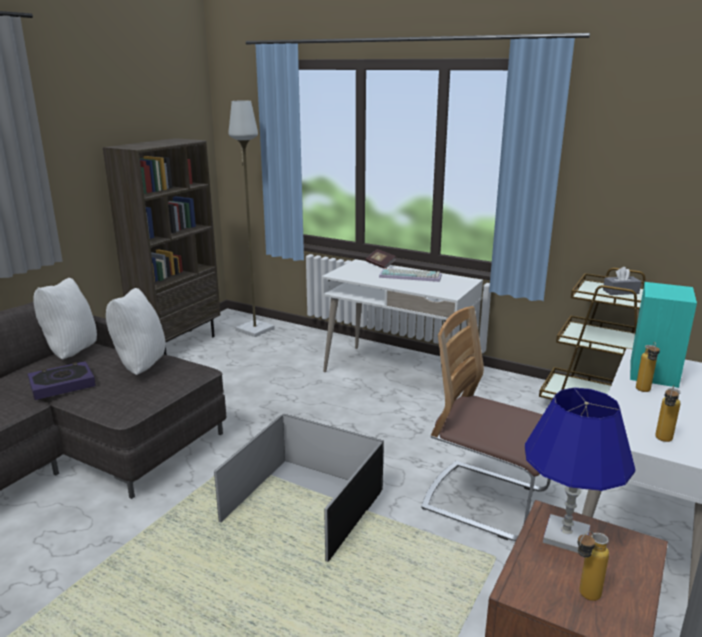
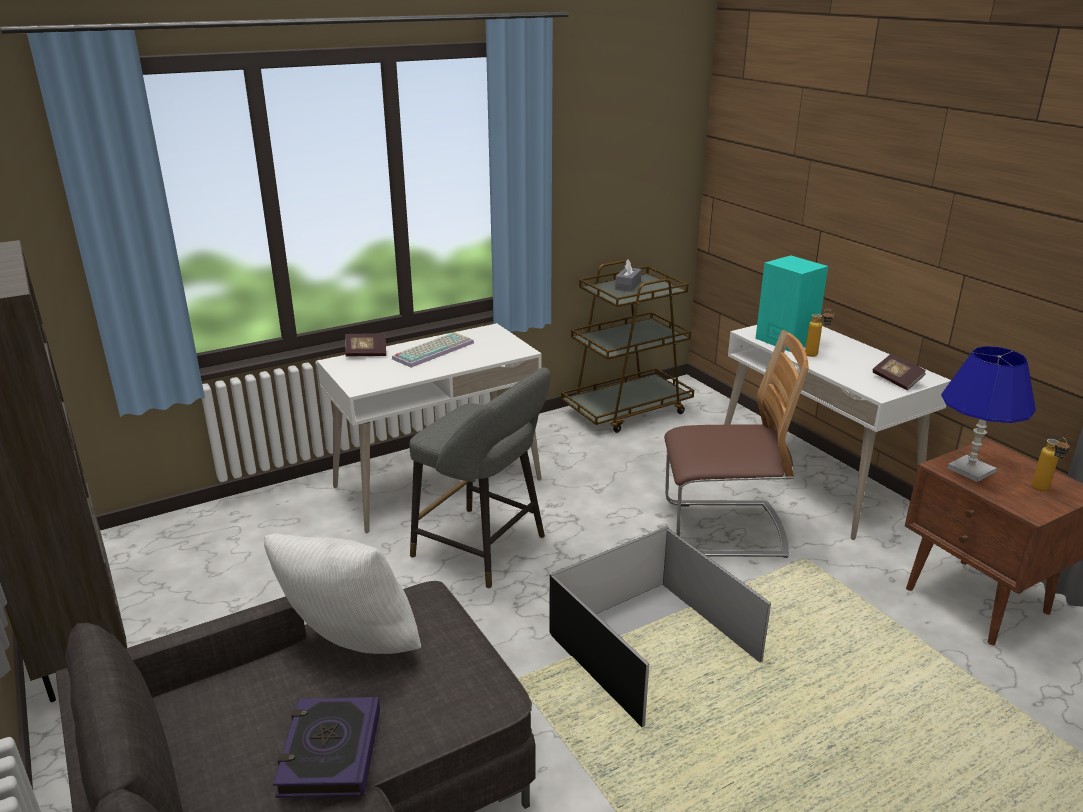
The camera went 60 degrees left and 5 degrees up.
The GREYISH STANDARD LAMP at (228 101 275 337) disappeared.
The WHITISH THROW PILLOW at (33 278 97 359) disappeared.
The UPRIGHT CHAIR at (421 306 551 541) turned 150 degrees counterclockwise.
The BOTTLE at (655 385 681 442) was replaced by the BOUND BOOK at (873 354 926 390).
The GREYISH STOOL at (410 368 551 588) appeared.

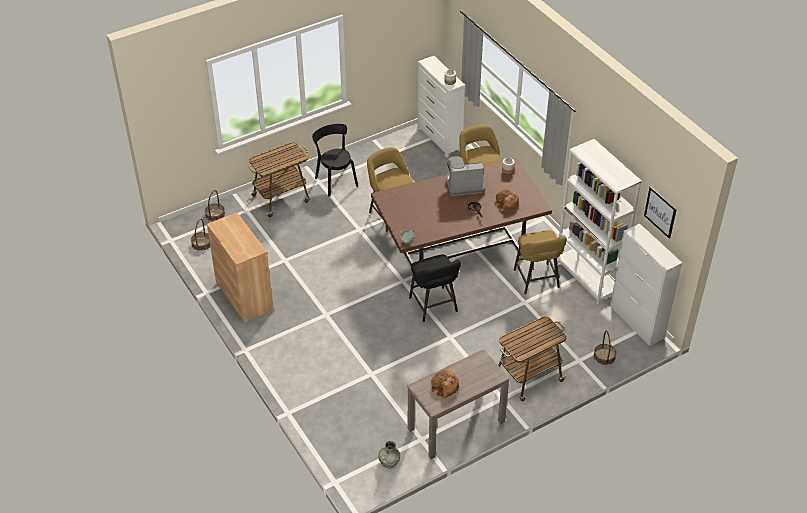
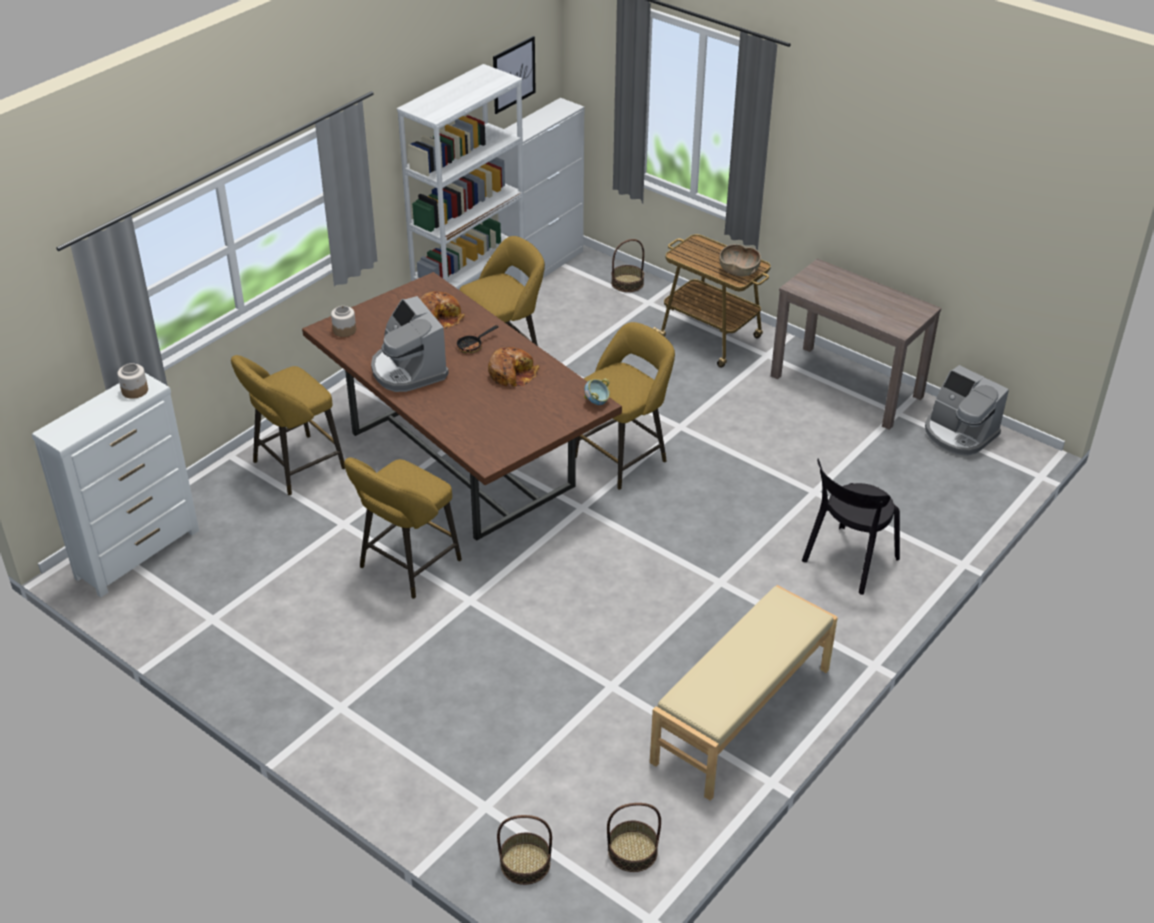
The camera went 110 degrees left and 5 degrees down.
The BLACK-COLOURED UPRIGHT CHAIR moved from (312 124 358 197) to (802 459 900 595).
The TROLLEY at (249 142 310 217) disappeared.
The BROWN STORAGE CABINET at (207 212 274 323) was replaced by the SAND-COLOURED INDOOR BENCH at (650 585 838 801).
The BLACK-COLOURED STOOL at (409 254 461 322) became the YELLOW-COLOURED STOOL at (576 322 675 490).
The BREAD moved from (431 370 460 398) to (488 347 539 387).
The GREYISH FLOWER VASE at (378 441 400 468) was replaced by the COFFEE MAKER at (925 365 1009 456).
The BROWN BOWL at (720 244 761 276) appeared.

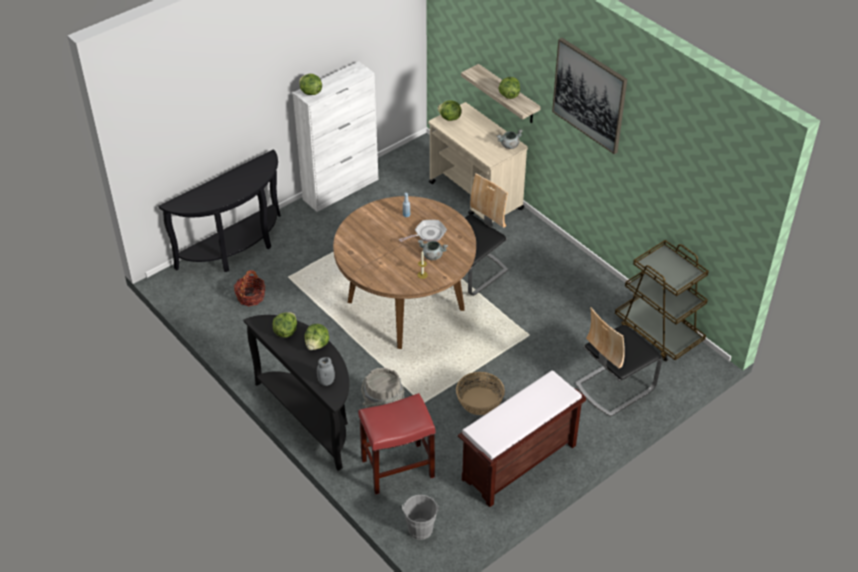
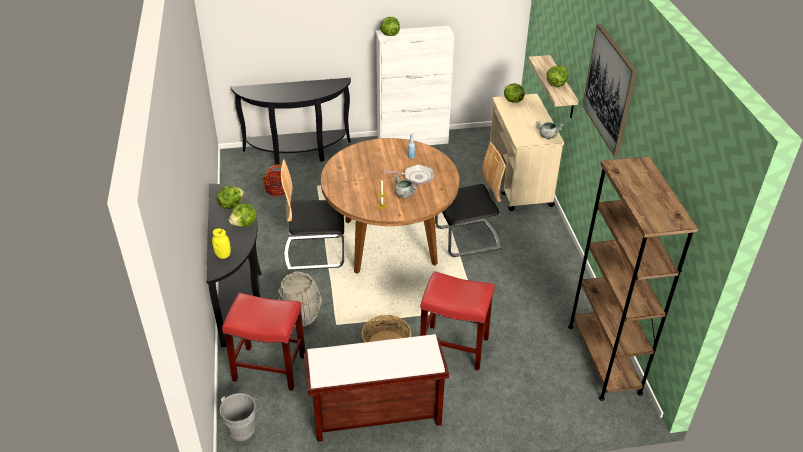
The camera went 30 degrees right and 5 degrees down.
The BROWN TROLLEY at (615 240 709 362) was replaced by the BROWN BOOKSHELF at (568 156 698 401).
The UPRIGHT CHAIR moved from (575 307 662 417) to (281 159 344 271).
The GREYISH PRESERVE JAR at (317 357 335 386) became the YELLOW-COLOURED PRESERVE JAR at (212 228 231 259).
The RED STOOL at (420 271 495 371) appeared.

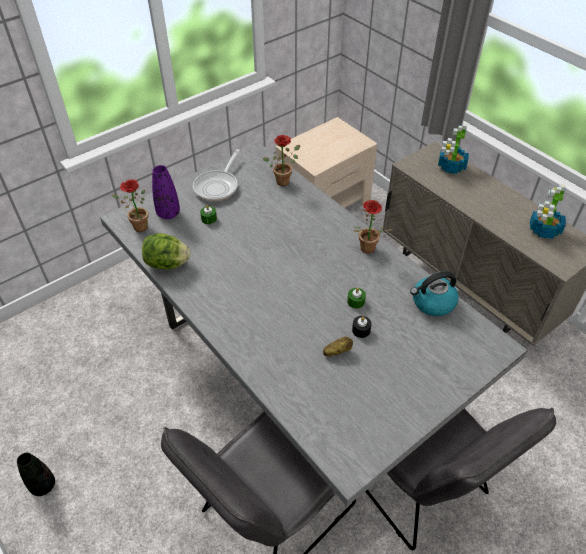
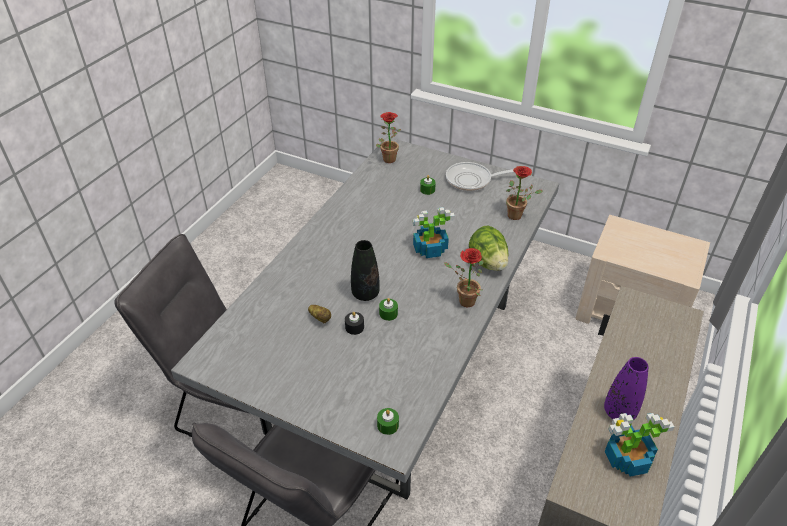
The camera went 65 degrees right and 5 degrees down.
The PLANT IN A POT moved from (438 124 469 174) to (413 207 455 258).
The PURPLE FLOWER VASE moved from (152 165 180 219) to (604 357 648 420).
The HEAD OF LETTUCE moved from (142 233 191 269) to (469 226 508 271).
The WATER KETTLE at (410 271 459 316) disappeared.
The BLACK-COLOURED FLOWER VASE moved from (17 453 55 496) to (351 240 380 301).
The GREEN-COLOURED WAX CANDLE at (377 408 399 435) appeared.

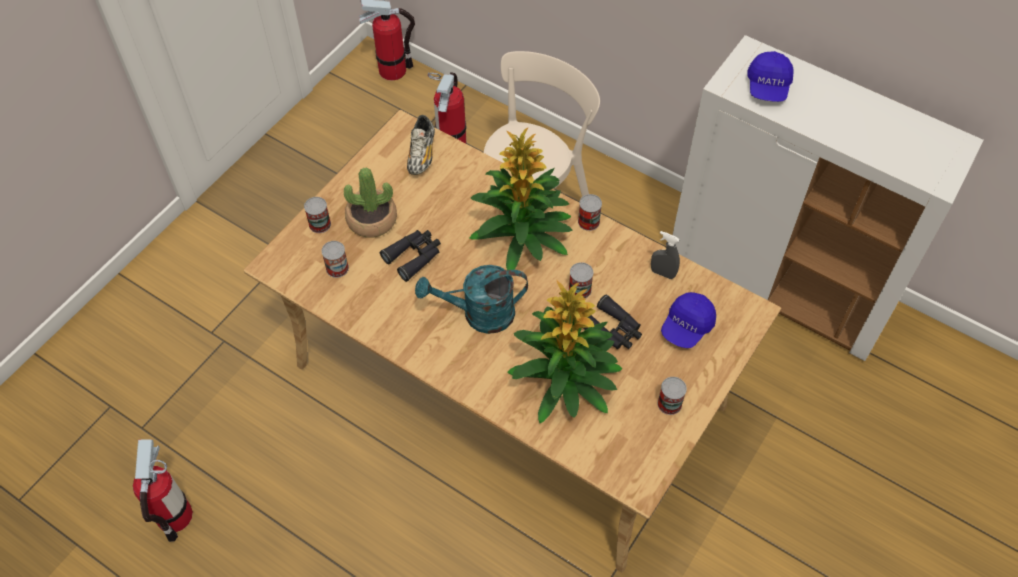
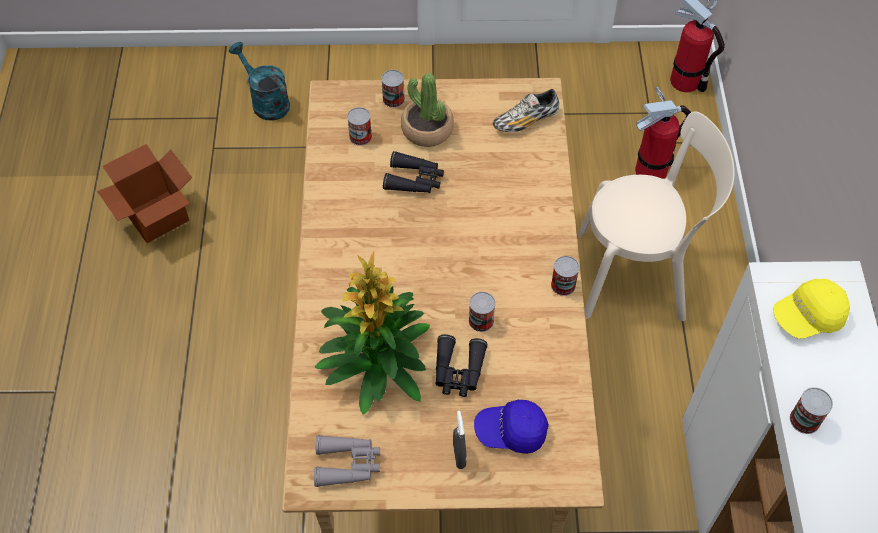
The camera went 55 degrees right and 0 degrees up.
The BLUE BASEBALL CAP at (747 51 793 102) became the YELLOW-COLOURED BASEBALL CAP at (773 279 850 339).
The PLANT IN A POT at (470 128 573 270) disappeared.
The GREYISH SPRAYER moved from (651 231 680 279) to (453 411 467 469).
The TURQUOISE-COLOURED WATERING CAN moved from (415 265 528 334) to (229 42 290 121).
The SEALED CAN moved from (657 377 687 415) to (790 387 833 434).
The EXTINGUISHER at (133 439 193 542) was replaced by the PACKING BOX at (97 144 192 243).
The GREYISH FIELD GLASSES at (314 435 380 487) appeared.

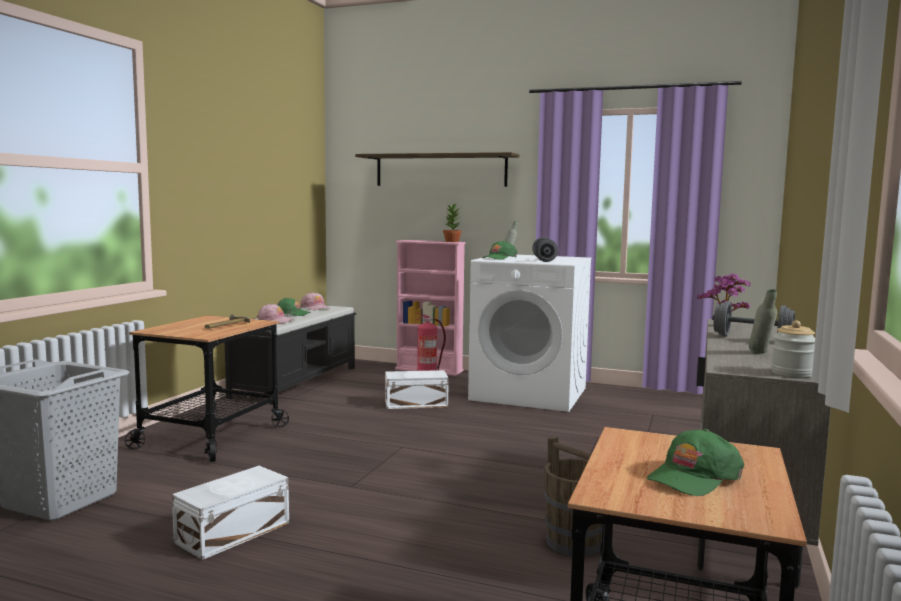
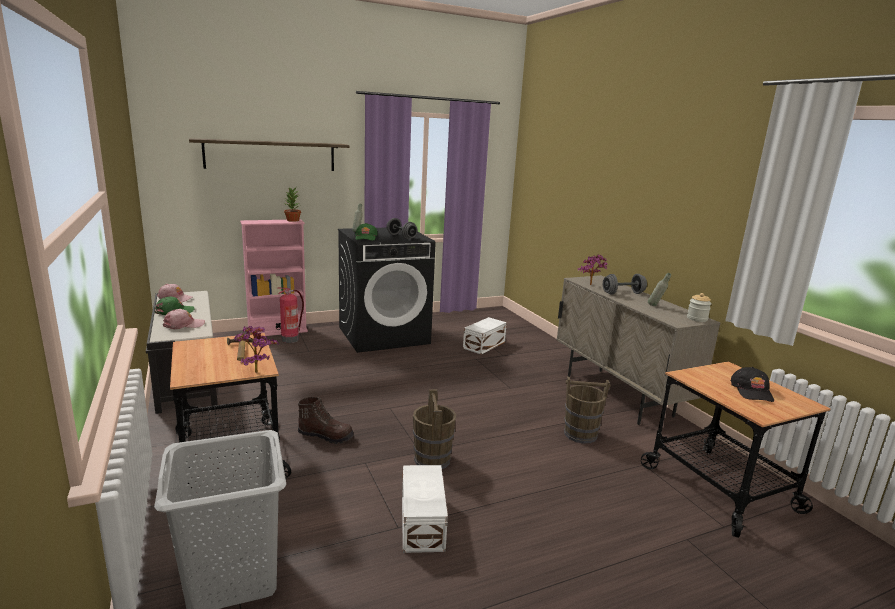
The camera went 45 degrees left and 10 degrees up.
The WHITISH LAUNDRY APPLIANCE at (468 255 592 412) became the BLACK-COLOURED LAUNDRY APPLIANCE at (338 227 436 353).
The WHITISH STORAGE BOX moved from (385 370 449 409) to (463 317 507 355).
The GREEN-COLOURED BASEBALL CAP at (647 429 744 496) became the BLACK-COLOURED BASEBALL CAP at (730 367 774 402).
The PLANT IN A POT at (234 326 279 373) appeared.
The BROWN WATER BUCKET at (413 389 456 469) appeared.
The BROWN TALL BOOT at (298 397 354 444) appeared.

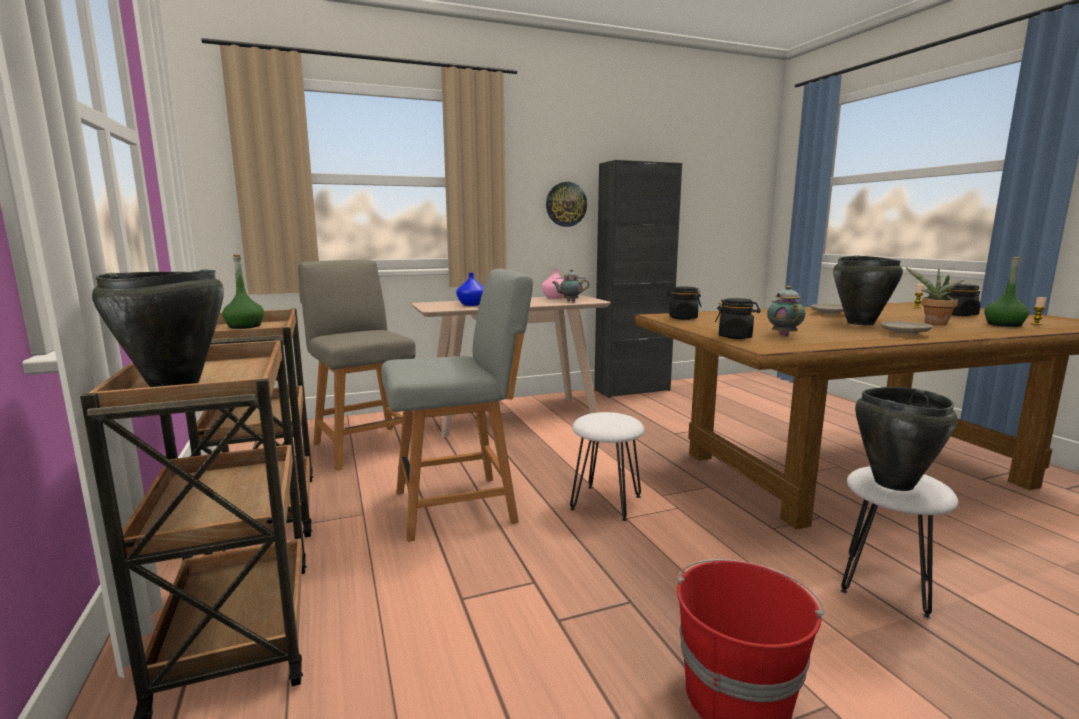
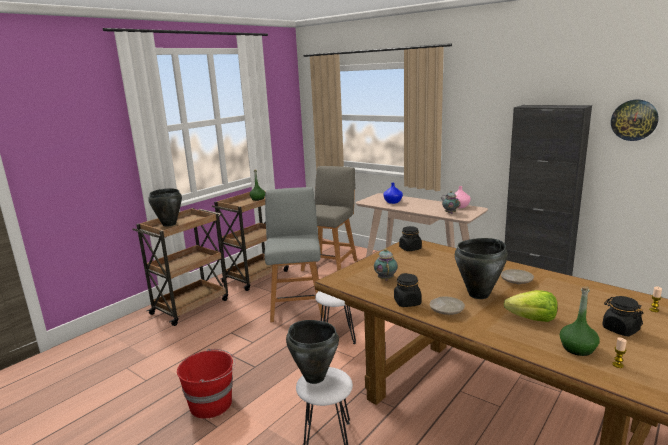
The camera went 60 degrees right and 5 degrees up.
The CLOCK ON THE WALL moved from (546 182 587 227) to (611 100 659 141).
The PLANT IN A POT at (906 268 964 324) was replaced by the HEAD OF LETTUCE at (503 290 558 322).
The GREYISH UPRIGHT CHAIR at (381 269 533 542) turned 135 degrees counterclockwise.
The TEAPOT at (767 286 805 336) turned 60 degrees counterclockwise.
The BLACK-COLOURED PRESERVE JAR moved from (715 298 760 339) to (394 273 422 307).

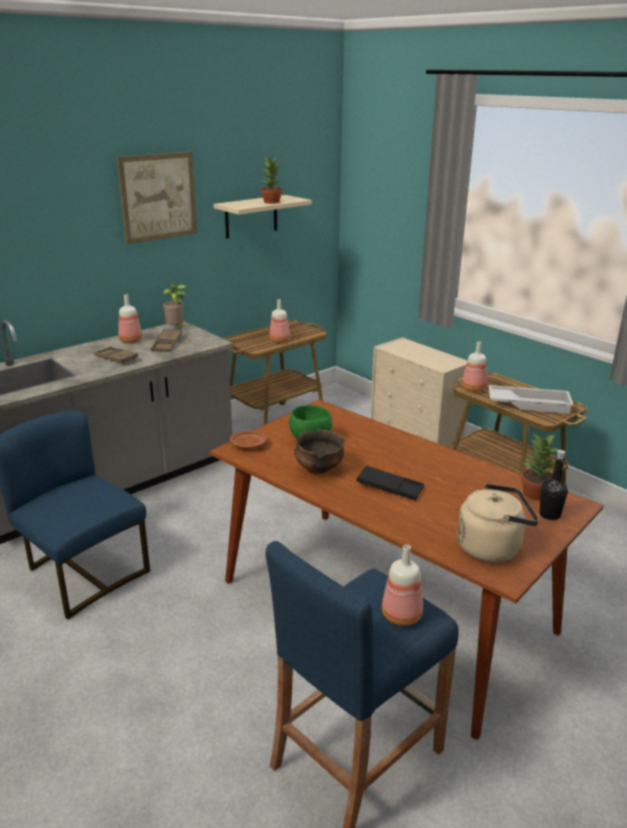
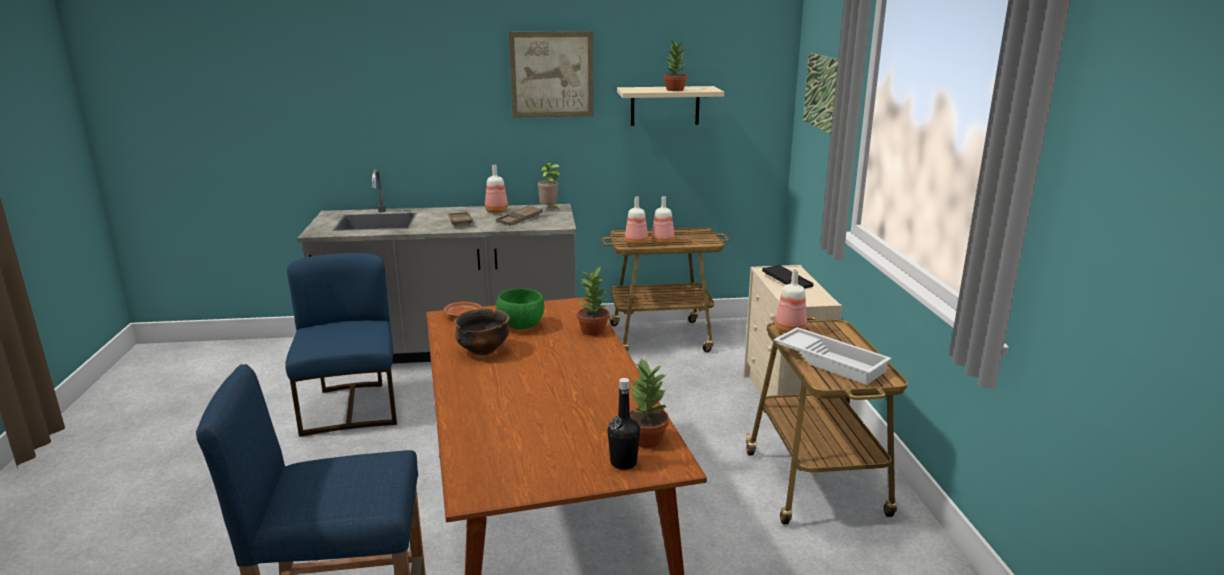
The camera went 35 degrees right and 5 degrees down.
The BLACK-COLOURED CARRYING TRAY moved from (357 466 424 501) to (762 264 814 289).
The SAND-COLOURED WATER KETTLE at (457 484 539 562) disappeared.
The BOTTLE moved from (382 545 423 626) to (625 197 648 245).
The PICTURE at (803 53 838 134) appeared.
The PLANT IN A POT at (577 266 609 336) appeared.

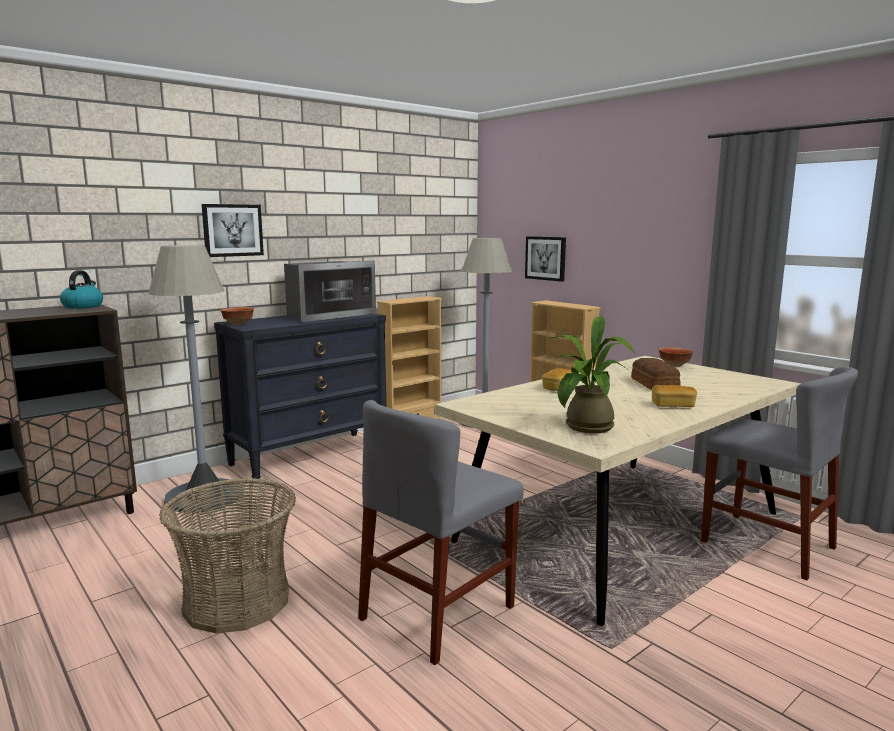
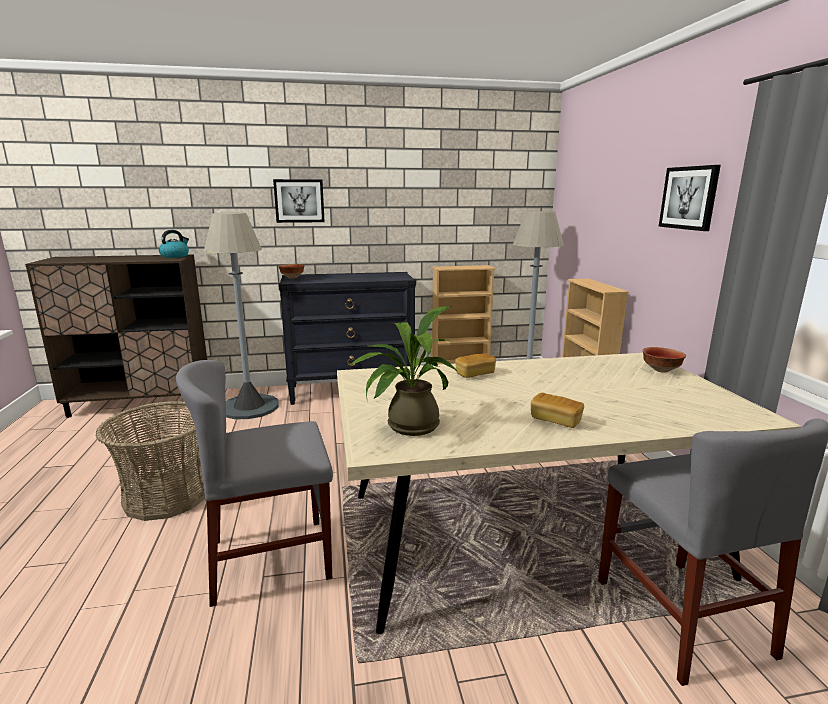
The camera went 30 degrees right and 5 degrees up.
The PICTURE moved from (525 236 566 282) to (659 165 721 231).
The KITCHEN MICROWAVE at (284 261 376 323) disappeared.
The BREAD at (631 358 681 390) disappeared.

